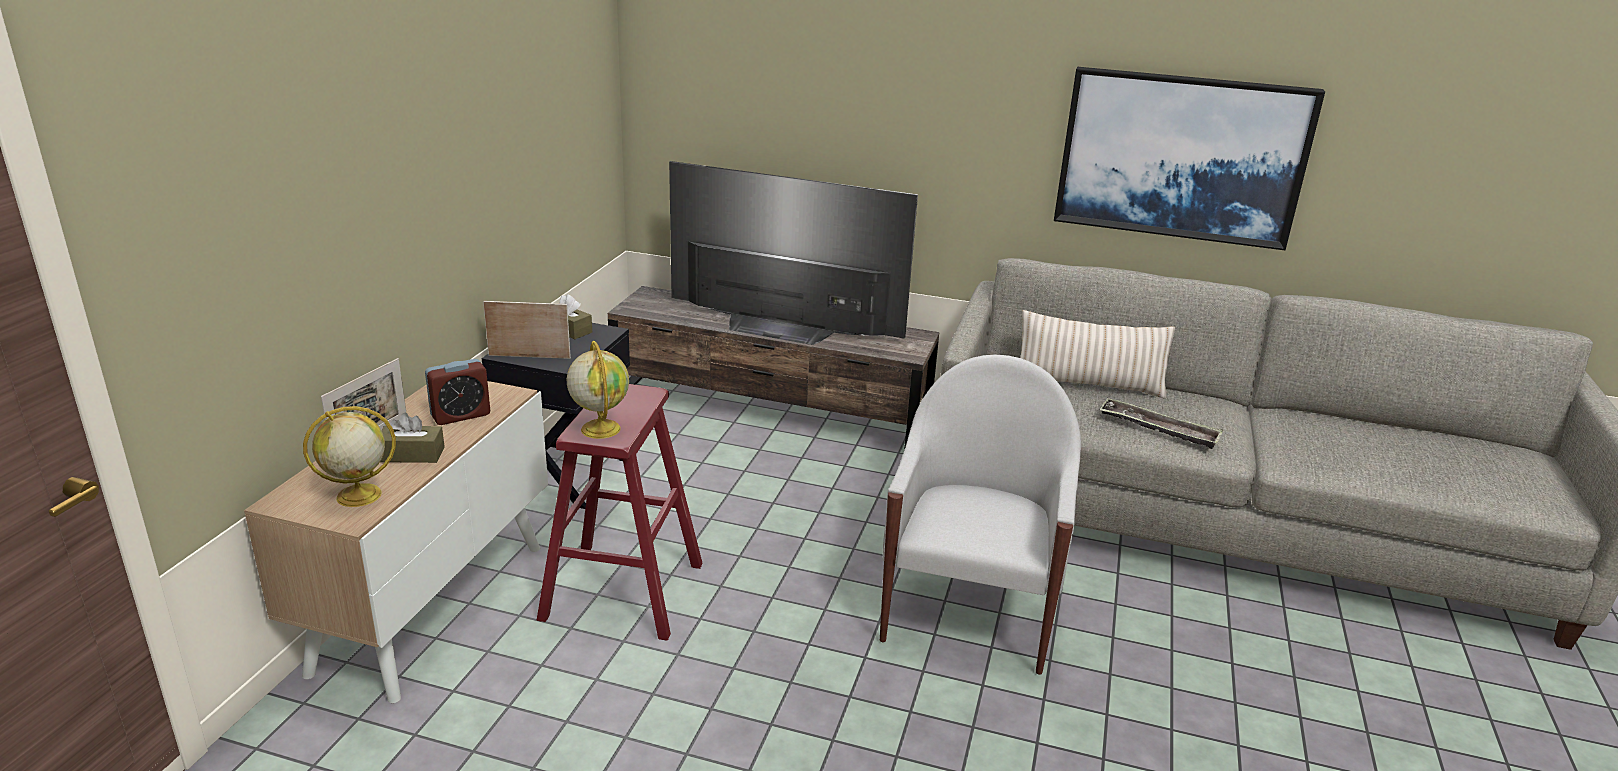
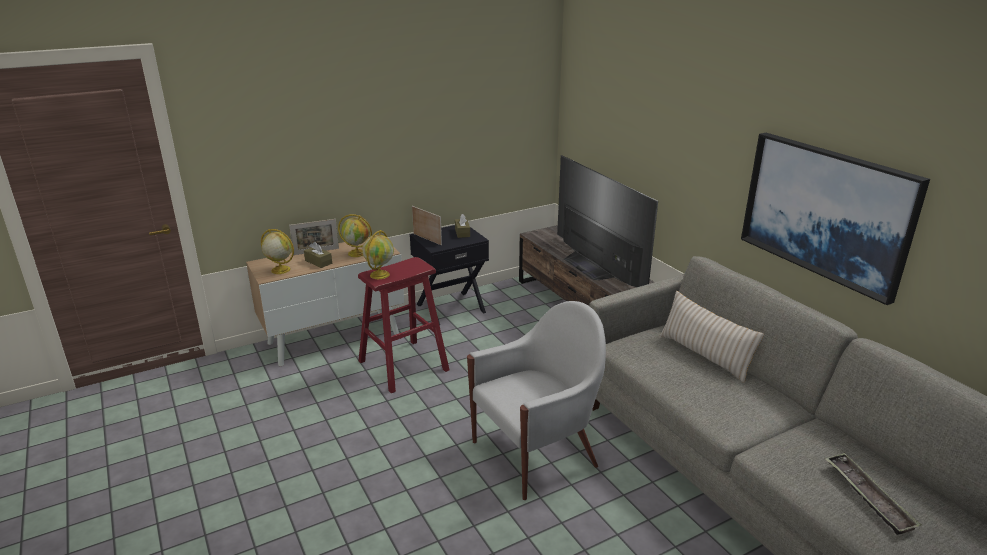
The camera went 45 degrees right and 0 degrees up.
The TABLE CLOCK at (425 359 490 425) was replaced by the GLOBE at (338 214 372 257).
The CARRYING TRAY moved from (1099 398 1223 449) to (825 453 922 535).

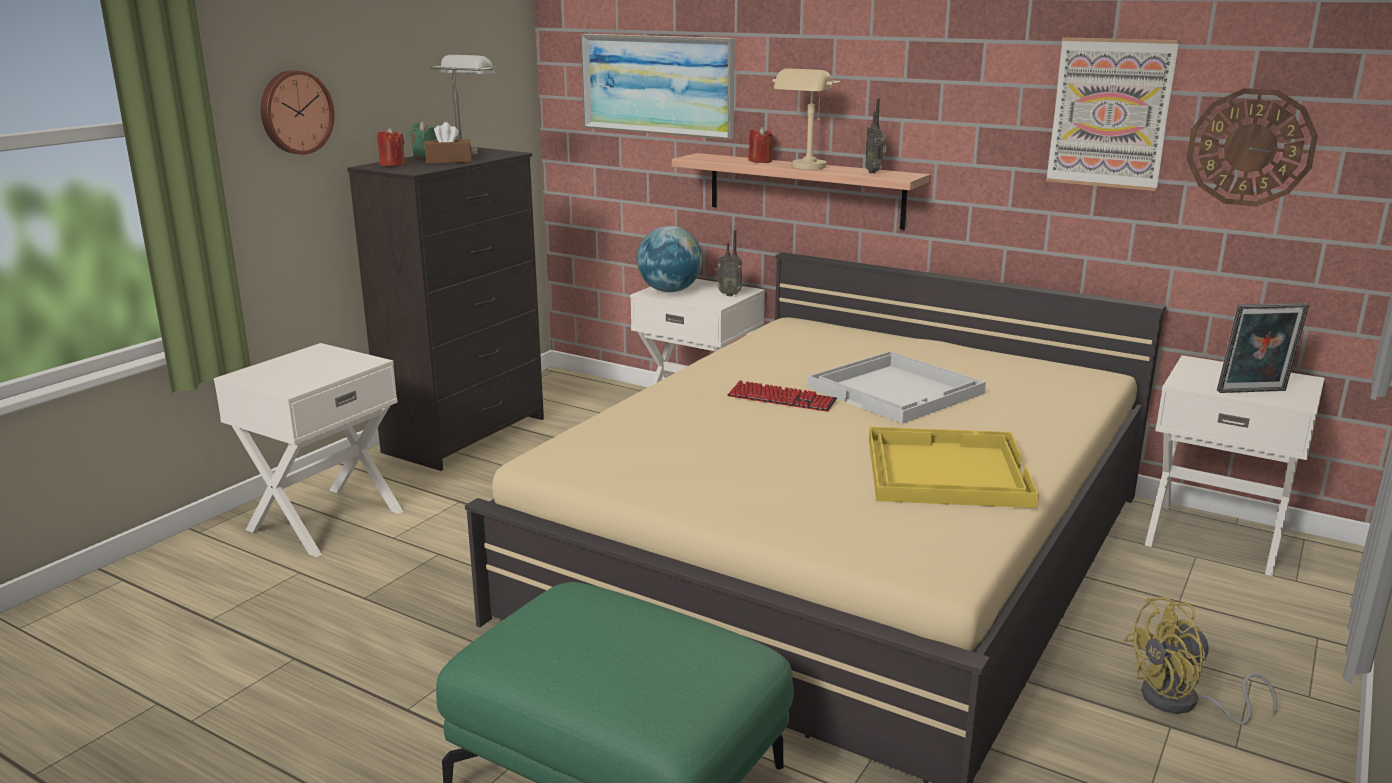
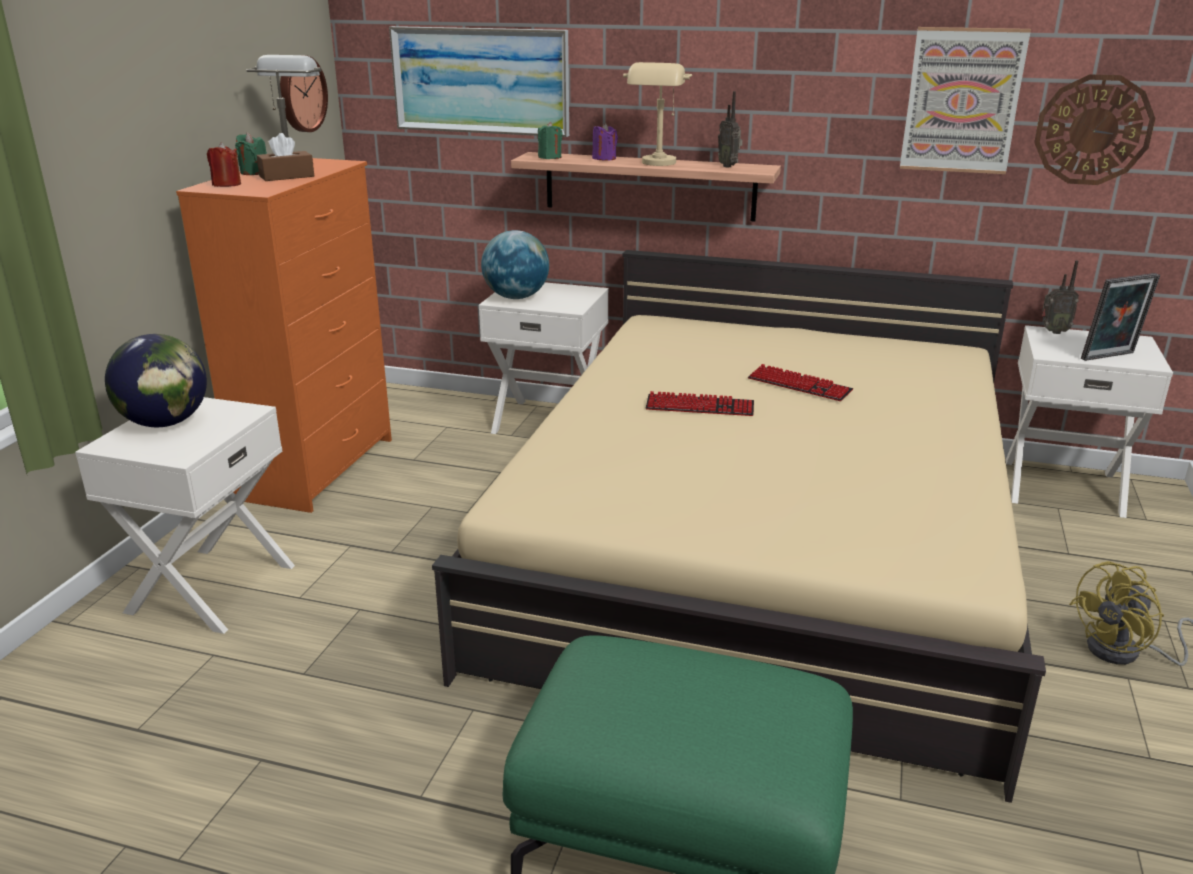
The camera went 15 degrees left and 5 degrees up.
The CLOCK ON THE WALL moved from (261 70 335 155) to (280 55 328 132).
The RED WAX CANDLE at (748 127 775 163) became the PURPLE WAX CANDLE at (592 123 618 161).
The BLACK-COLOURED DRESSER at (347 147 544 471) became the ORANGE DRESSER at (176 158 392 513).
The RADIO SET moved from (715 230 743 296) to (1042 260 1079 334).
The WHITISH CARRYING TRAY at (808 351 986 424) was replaced by the KEYBOARD at (748 364 853 401).
The YELLOW-COLOURED CARRYING TRAY at (869 427 1039 508) disappeared.
The GREEN-COLOURED WAX CANDLE at (538 122 563 159) appeared.
The GLOBE at (105 334 207 427) appeared.

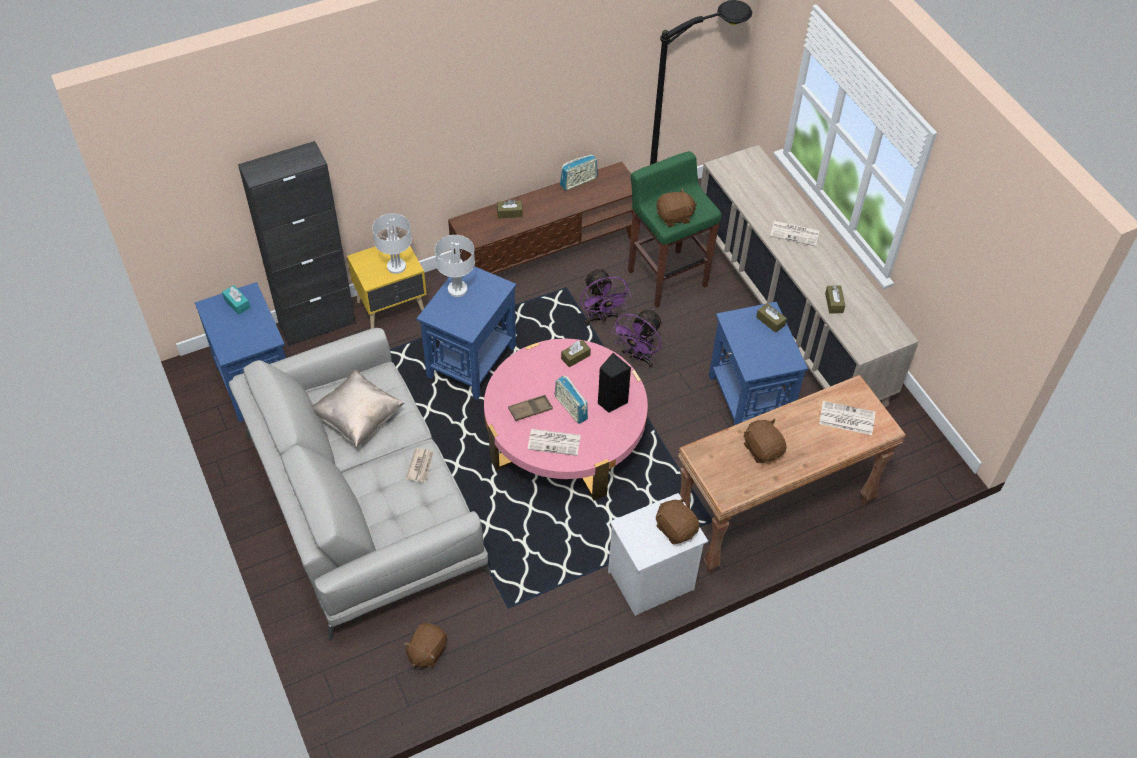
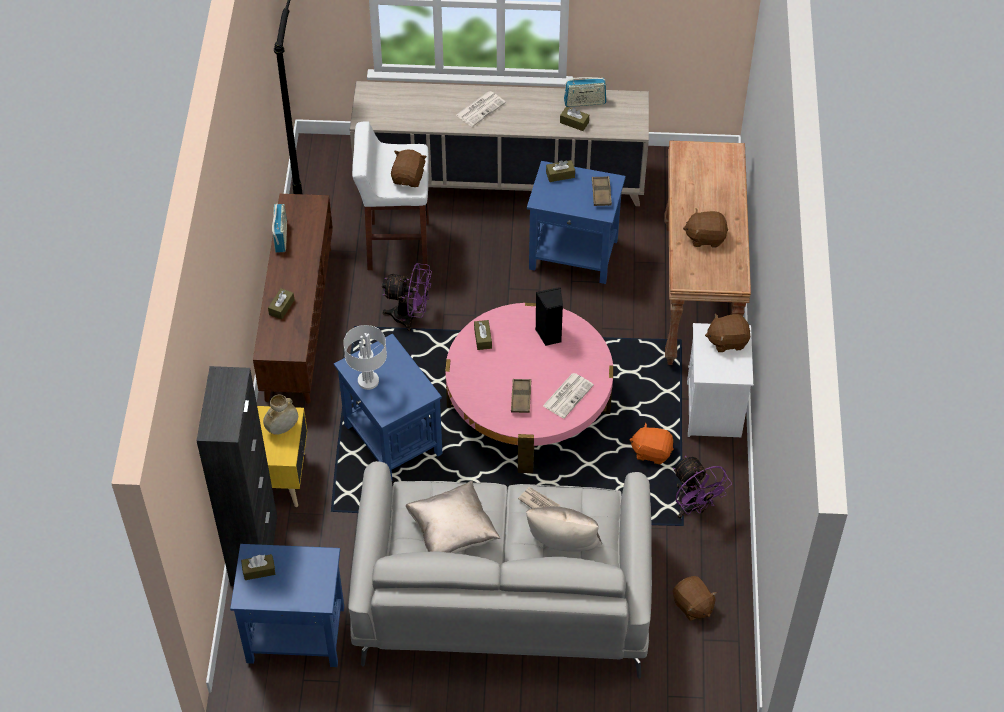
The camera went 60 degrees left and 0 degrees up.
The GREEN-COLOURED STOOL at (628 151 721 308) became the WHITISH STOOL at (352 121 429 270).
The WHITISH LAMP FOR A TABLE at (372 213 412 274) was replaced by the SAND-COLOURED FLOWER VASE at (263 394 298 435).
The TURQUOISE-COLOURED BOX OF TISSUES at (222 285 250 315) became the BROWN BOX OF TISSUES at (241 554 275 580).
The PURPLE ELECTRIC FAN moved from (611 309 663 368) to (673 456 732 519).
The RADIO SET moved from (555 375 588 424) to (564 77 606 107).
The PRINTED PAPER at (819 401 875 435) disappeared.
The BROWN CARRYING TRAY at (592 176 612 206) appeared.
The ORANGE CUDDLY TOY at (629 422 674 464) appeared.
The SAND-COLOURED THROW PILLOW at (526 506 602 552) appeared.

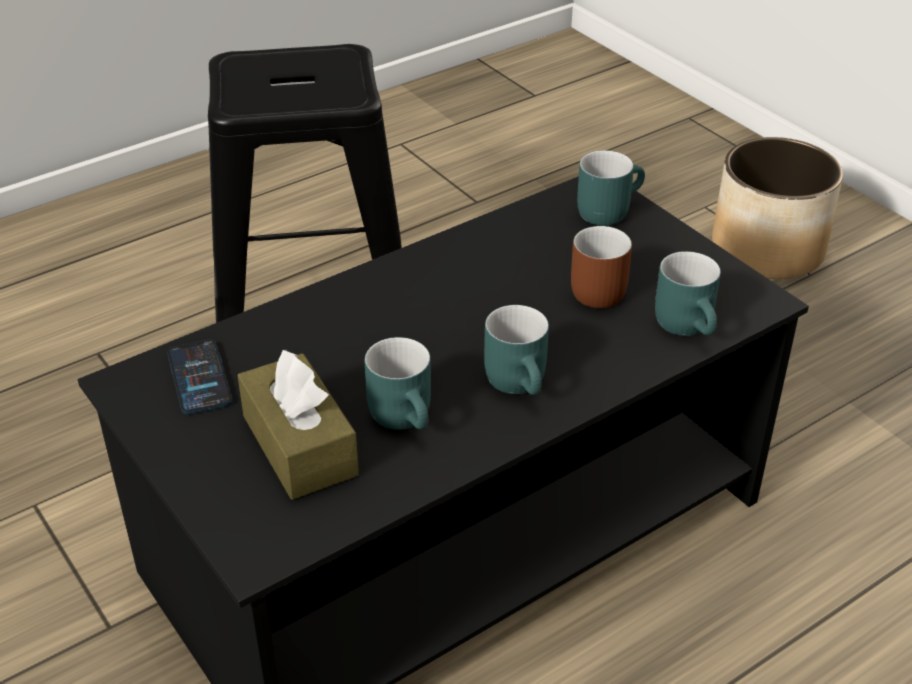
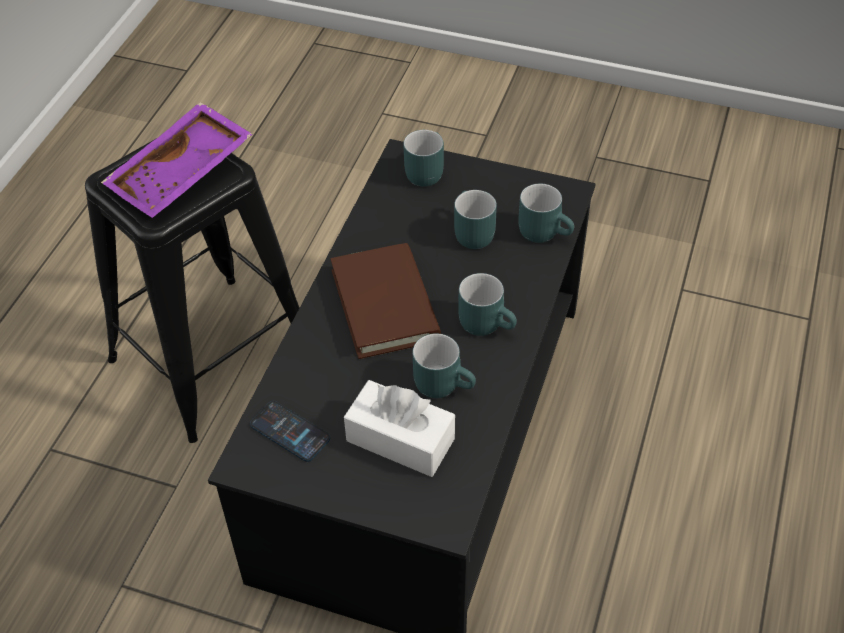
The camera went 35 degrees left and 10 degrees up.
The PLANTER at (712 137 843 279) disappeared.
The BROWN TEA MUG at (571 226 632 308) became the TURQUOISE-COLOURED TEA MUG at (454 190 497 249).
The BROWN BOX OF TISSUES at (237 350 359 500) became the WHITISH BOX OF TISSUES at (344 380 455 477).
The PURPLE CARRYING TRAY at (101 102 253 218) appeared.
The BROWN BOUND BOOK at (330 243 441 359) appeared.

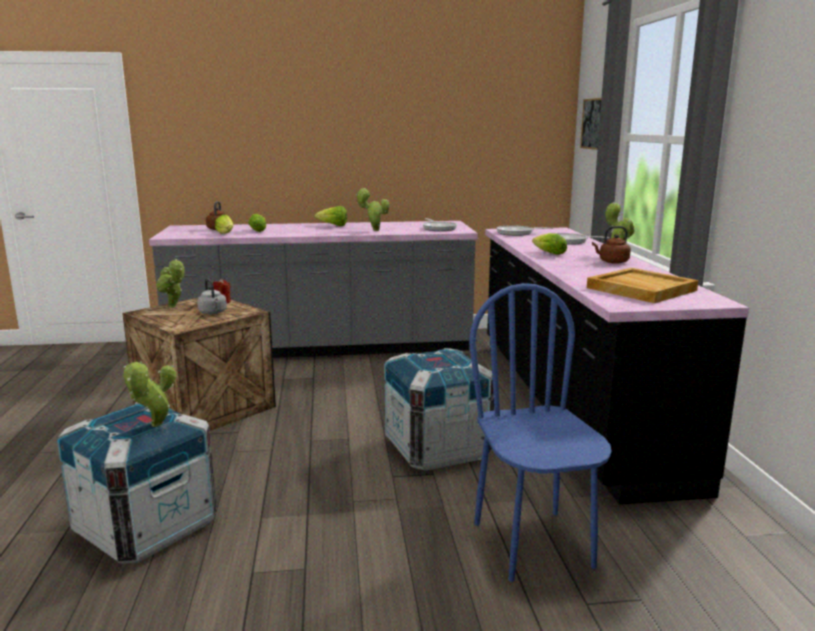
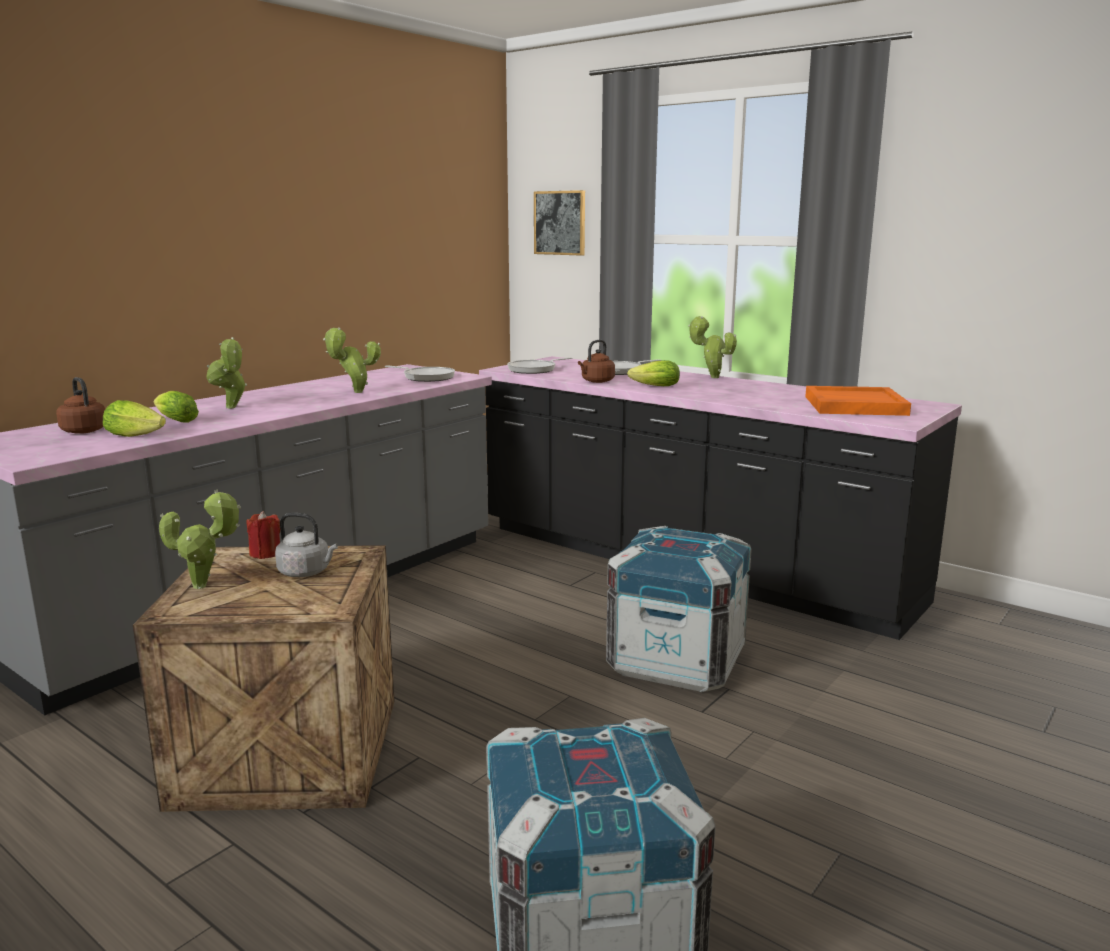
The camera went 45 degrees left and 0 degrees up.
The HEAD OF LETTUCE at (315 206 347 226) disappeared.
The BROWN WATER KETTLE moved from (592 226 631 264) to (578 340 615 383).
The SAND-COLOURED CARRYING TRAY at (587 268 698 303) became the ORANGE CARRYING TRAY at (805 386 911 416).
The BLUE UPRIGHT CHAIR at (469 283 612 582) disappeared.
The PLANT IN A POT moved from (124 361 176 427) to (206 337 247 409).

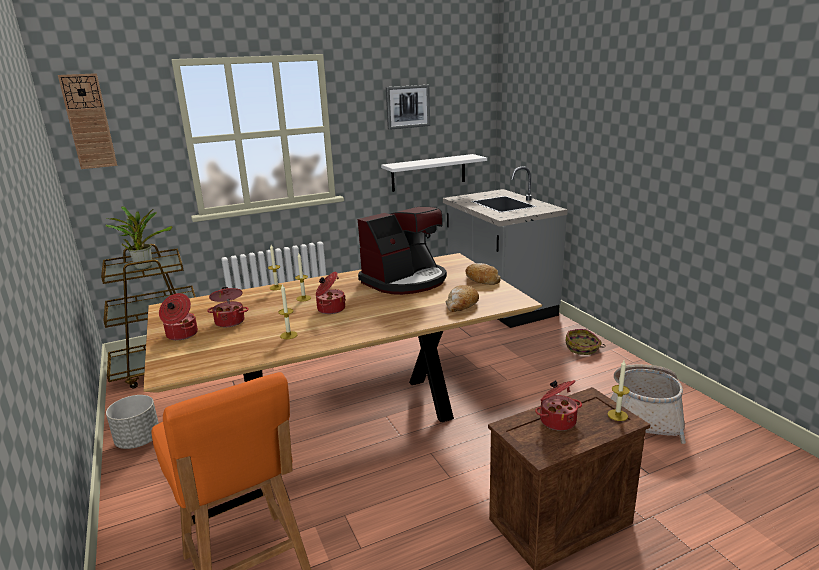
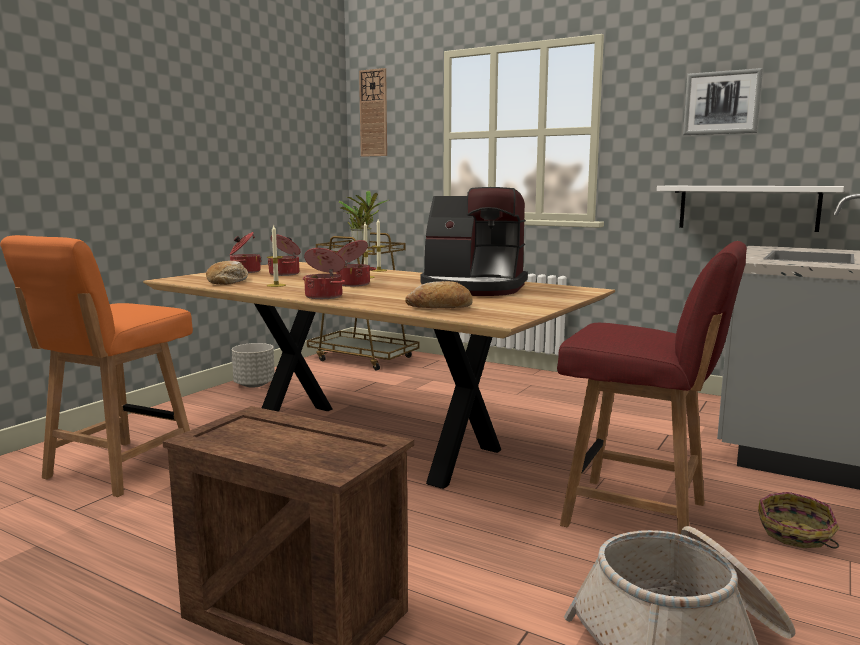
The camera went 55 degrees right and 10 degrees down.
The BREAD moved from (465 263 501 285) to (206 261 248 285).
The WAX CANDLE at (608 361 630 421) disappeared.
The STOCKPOT moved from (535 380 582 431) to (303 248 345 299).
The RED UPRIGHT CHAIR at (557 241 747 535) appeared.

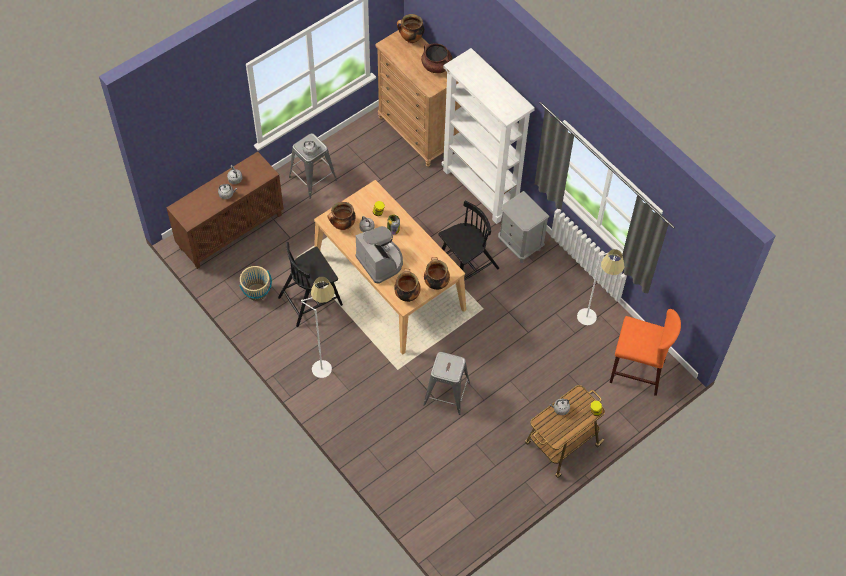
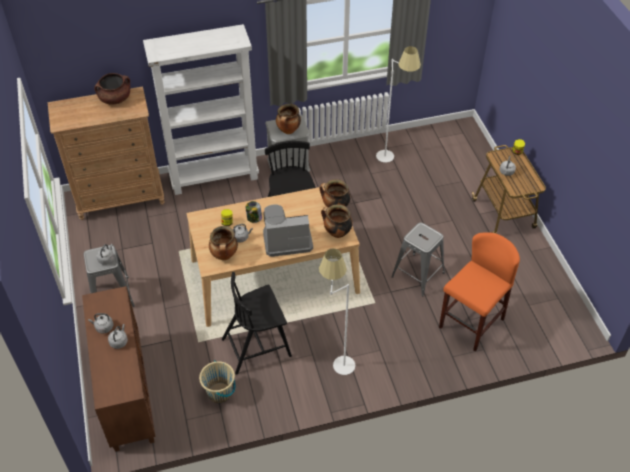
The camera went 65 degrees left and 10 degrees down.
The STOCKPOT moved from (397 14 424 43) to (276 104 301 134).
The BLACK-COLOURED UPRIGHT CHAIR at (278 242 343 327) turned 75 degrees clockwise.
The ORANGE STOOL moved from (610 309 681 396) to (439 232 520 352).

